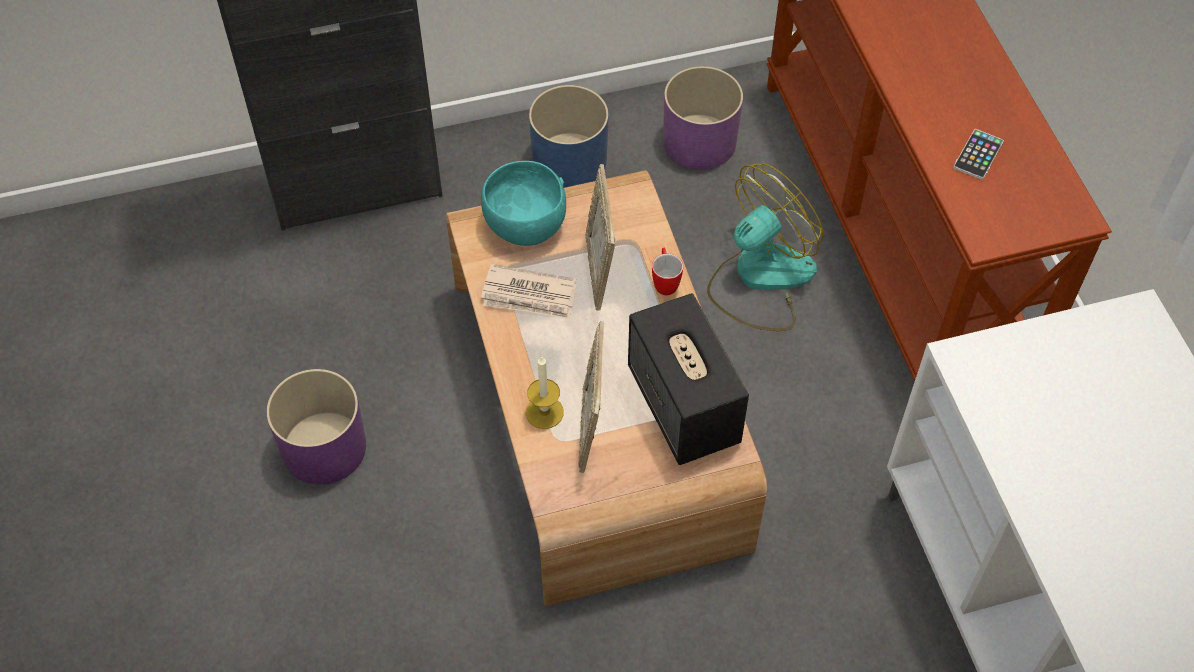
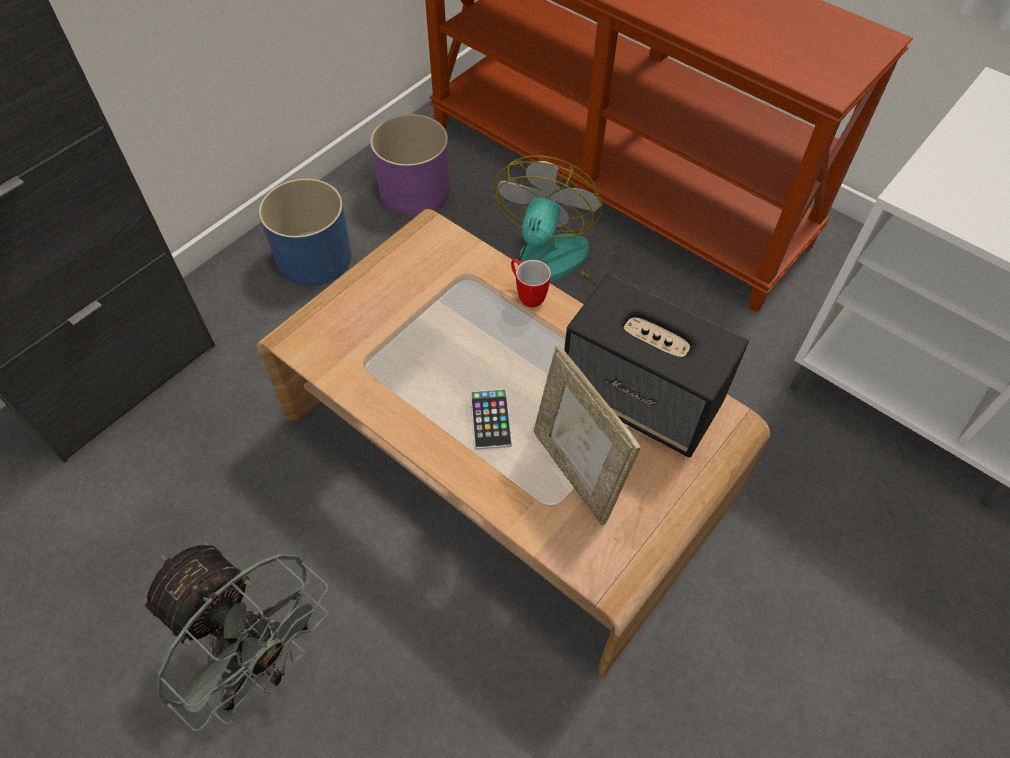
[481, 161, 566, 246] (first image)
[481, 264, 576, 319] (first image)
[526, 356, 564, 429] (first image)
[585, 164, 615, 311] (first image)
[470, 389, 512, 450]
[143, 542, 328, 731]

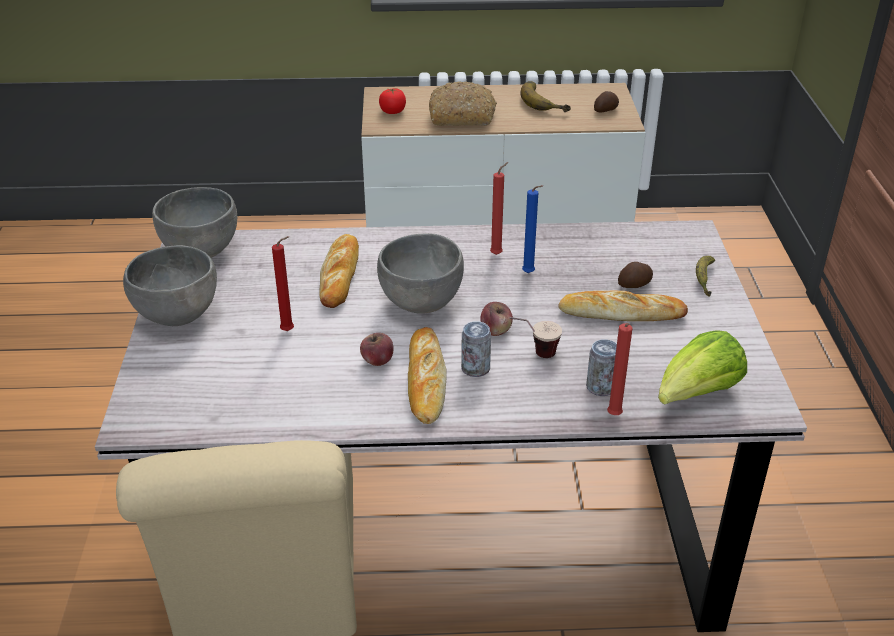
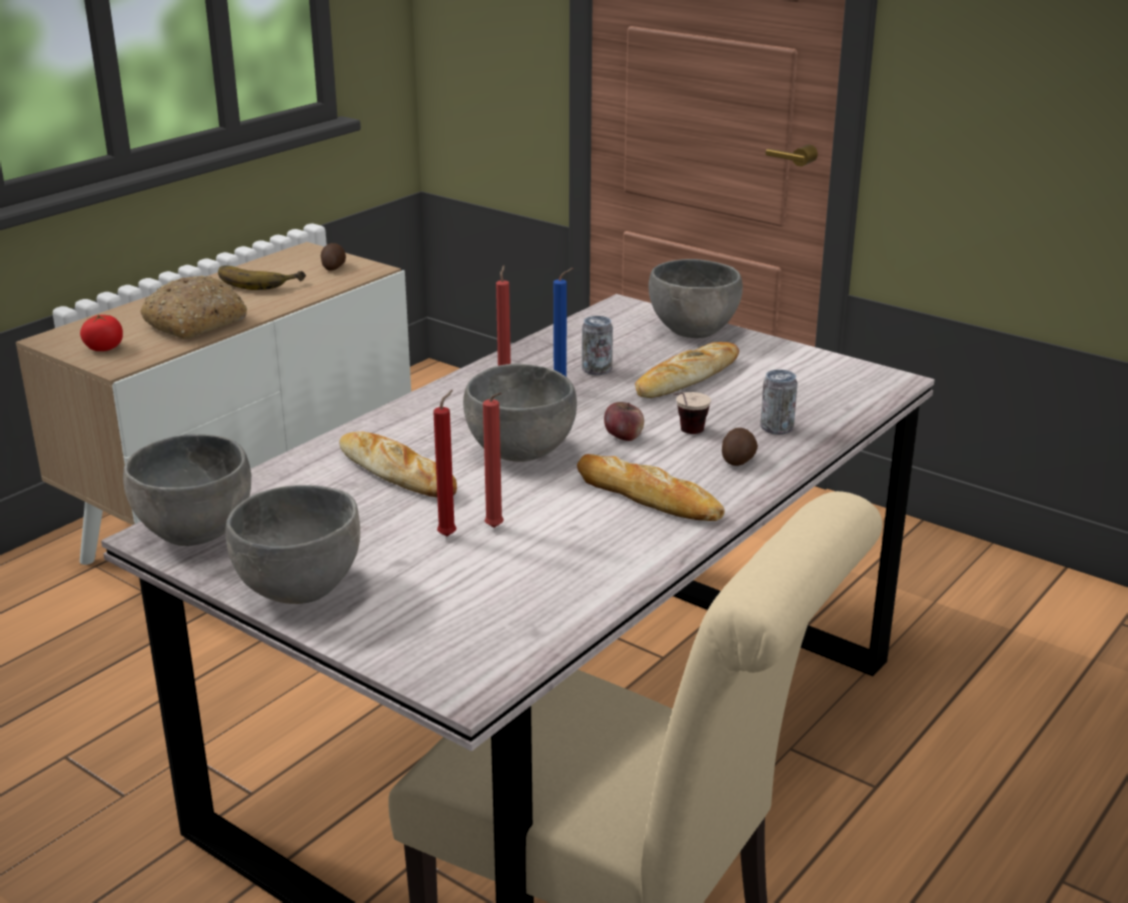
[360, 333, 394, 366] (first image)
[658, 330, 747, 405] (first image)
[582, 316, 613, 375]
[483, 392, 504, 528]
[722, 428, 758, 466]
[649, 259, 743, 338]

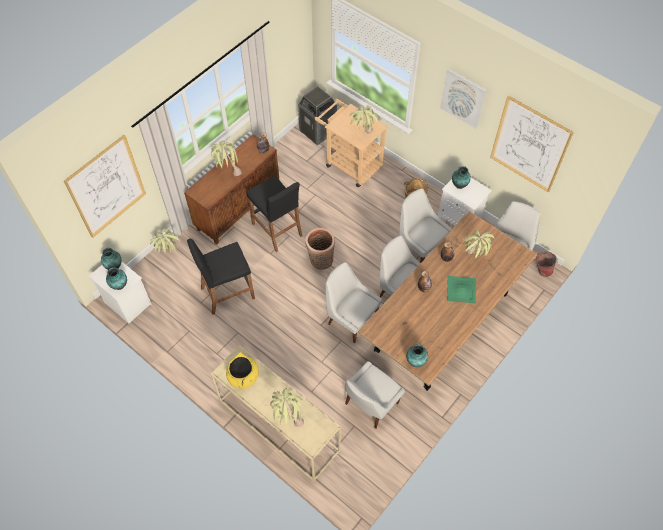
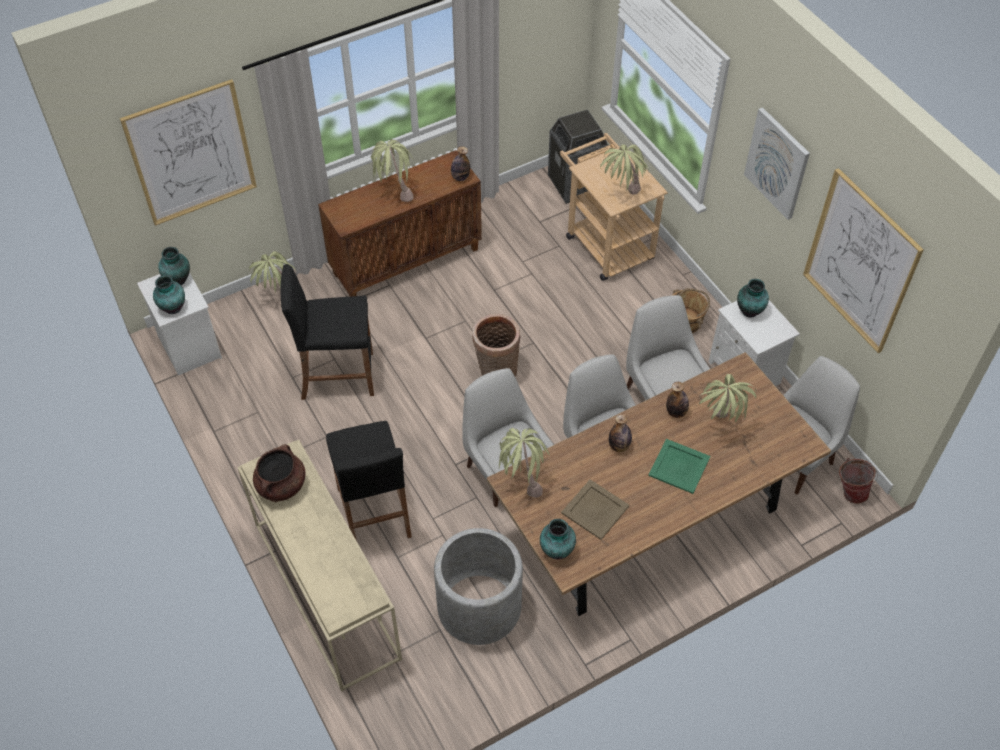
[561, 479, 629, 540]
[326, 421, 412, 541]
[499, 428, 549, 497]
[434, 528, 523, 645]
[253, 444, 306, 502]

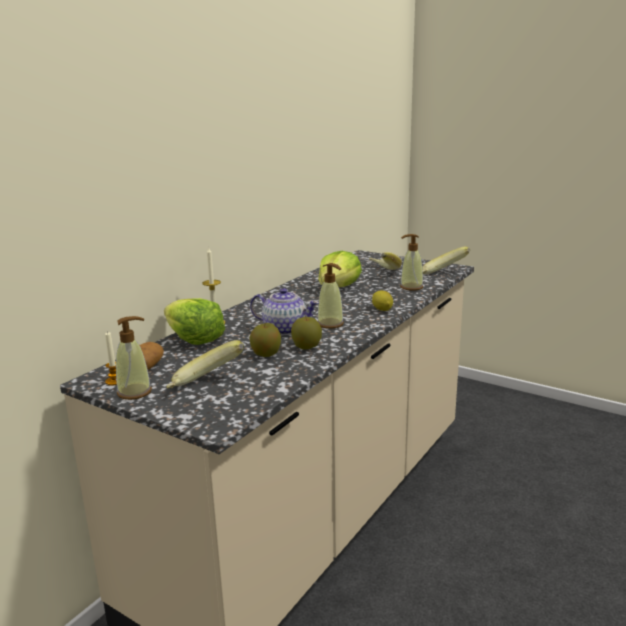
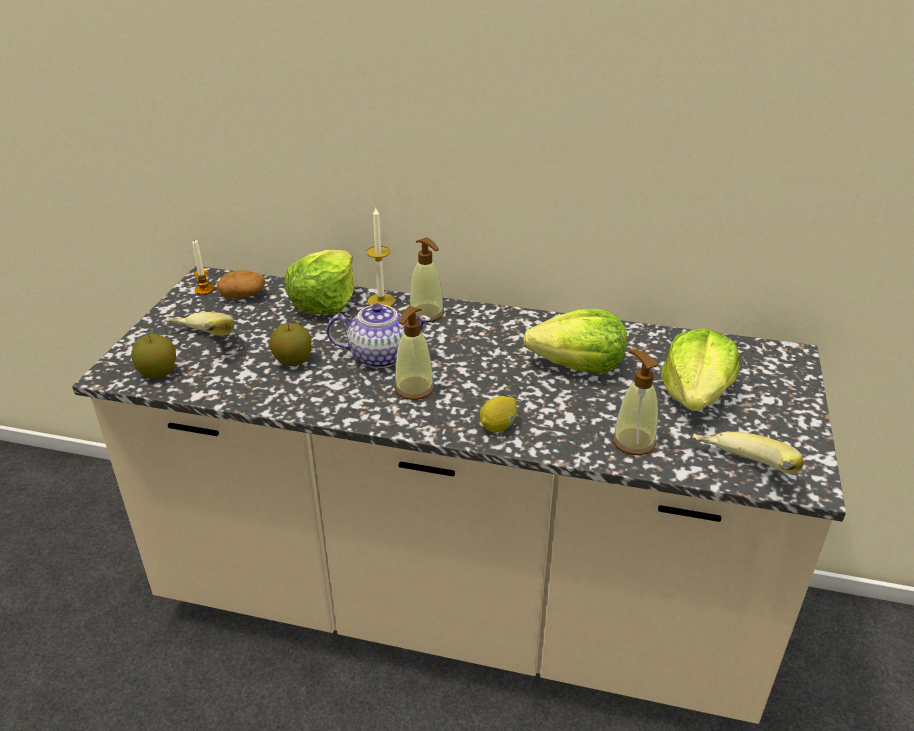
[410, 238, 444, 322]
[131, 334, 176, 378]
[661, 328, 739, 411]
[326, 303, 431, 368]

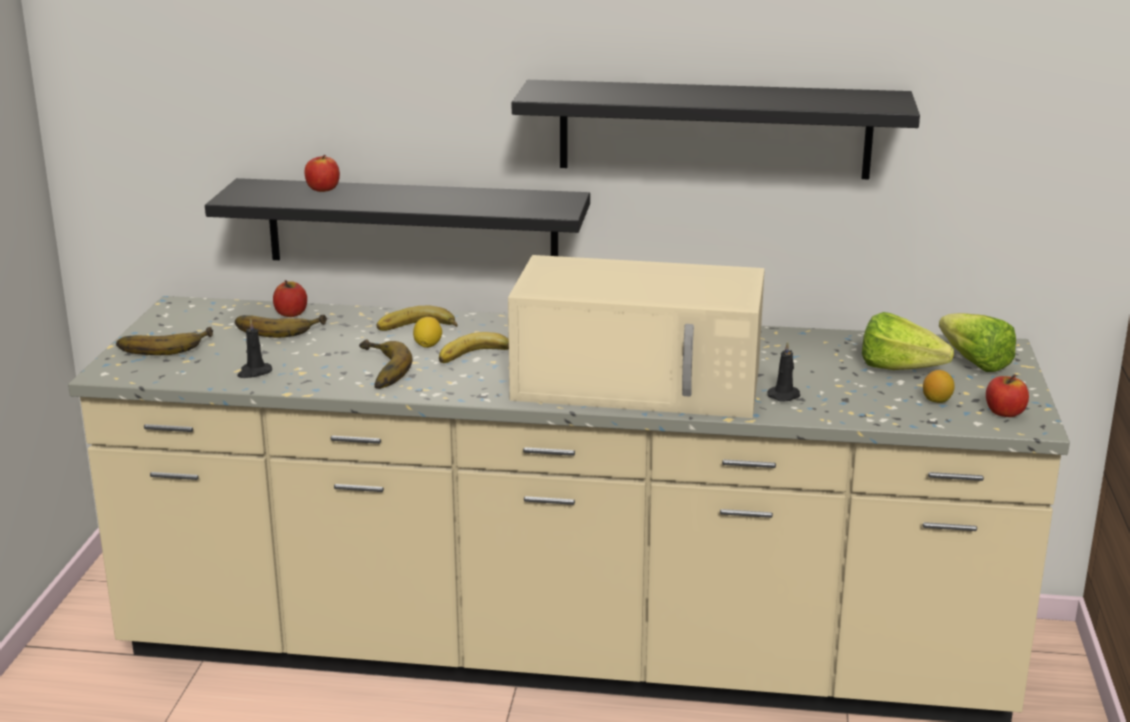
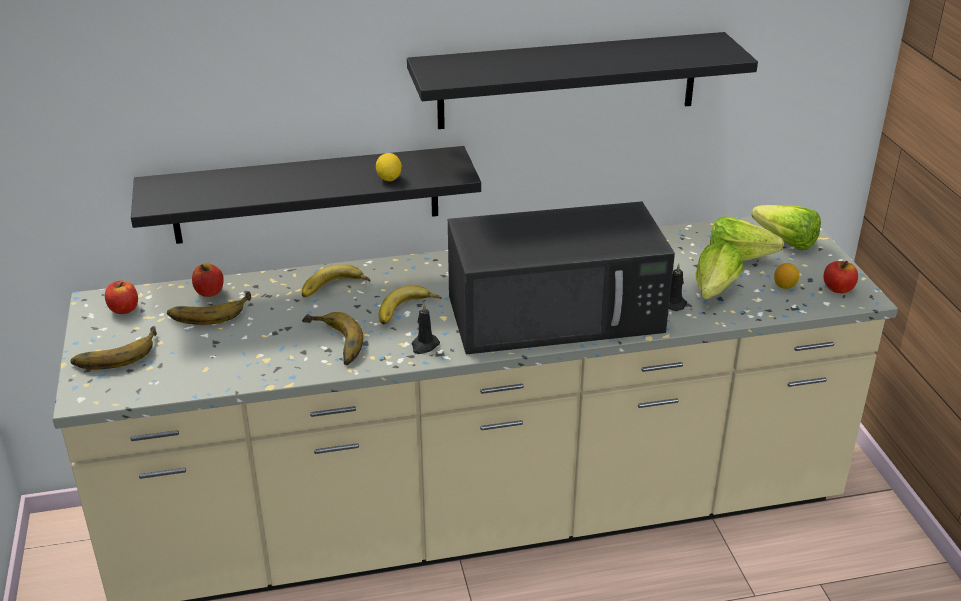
[695, 241, 743, 299]
[412, 303, 440, 354]
[105, 280, 138, 314]
[376, 153, 402, 181]
[448, 201, 675, 354]

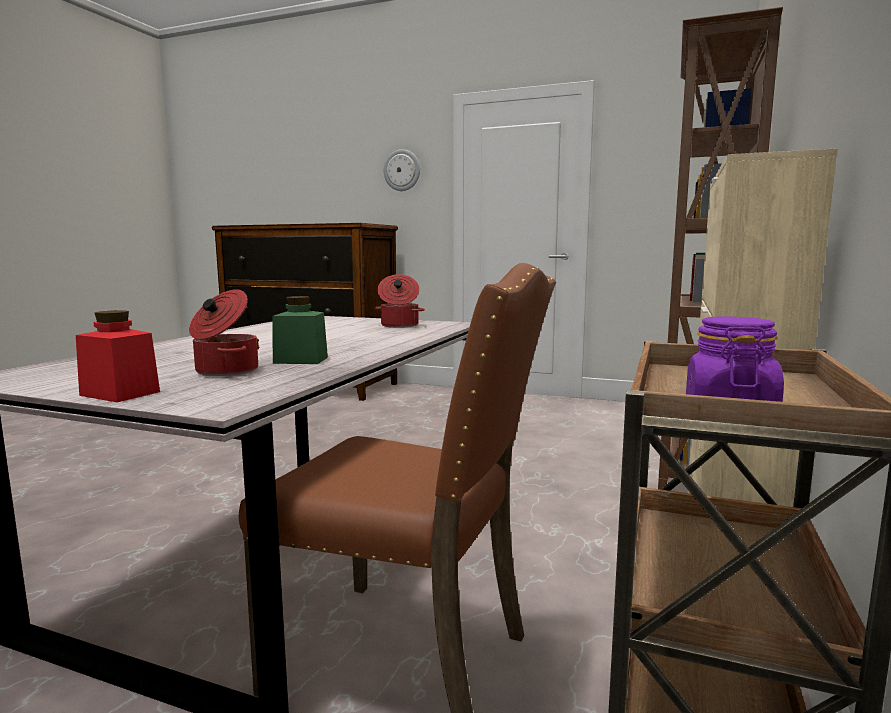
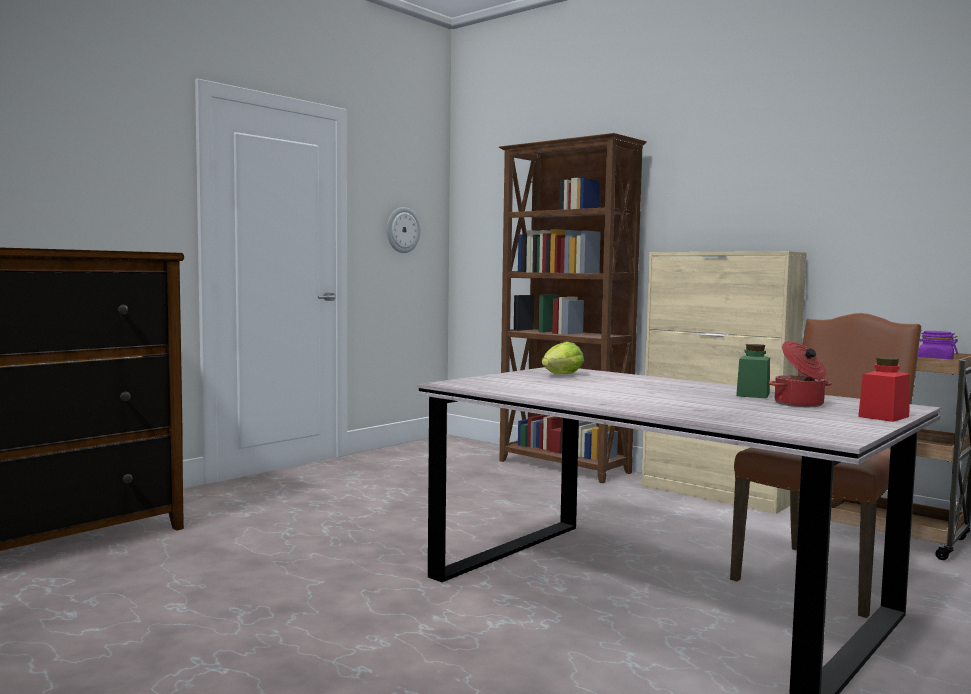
[387, 207, 421, 253]
[542, 342, 584, 374]

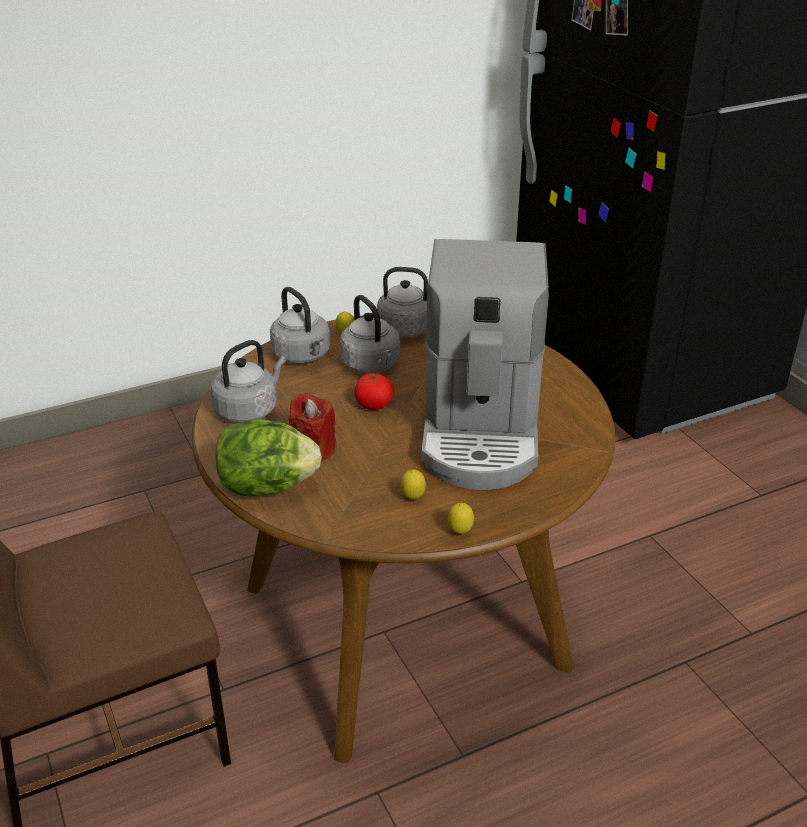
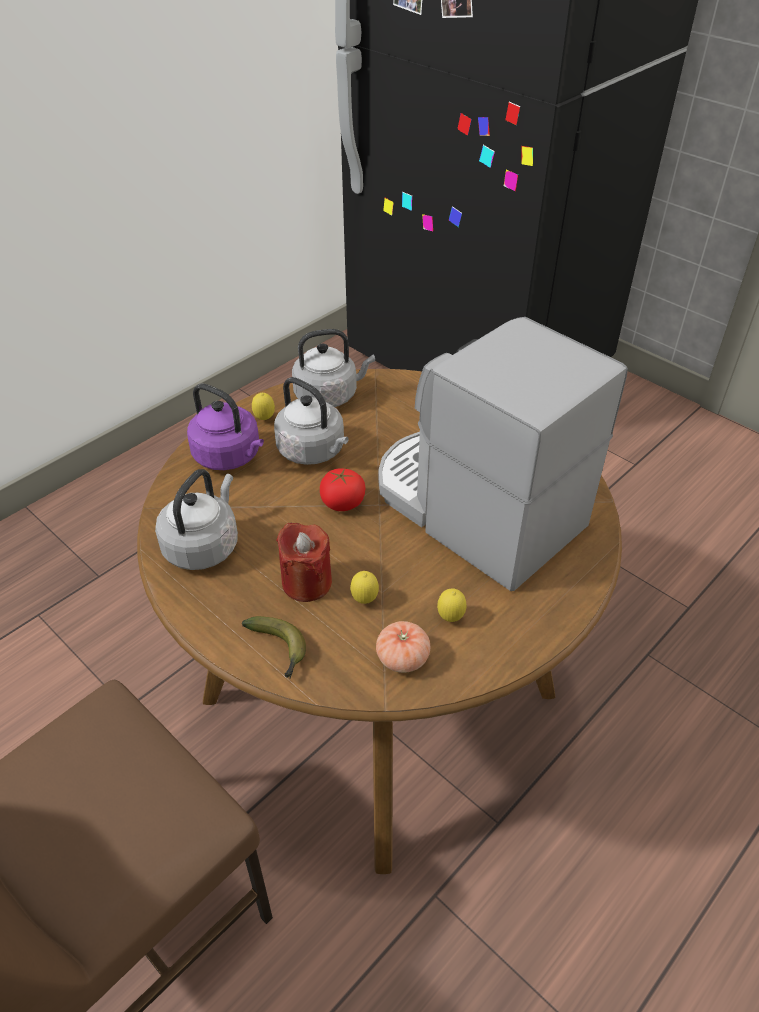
[376, 621, 430, 673]
[350, 571, 379, 604]
[242, 616, 306, 679]
[187, 383, 264, 470]
[379, 317, 628, 591]

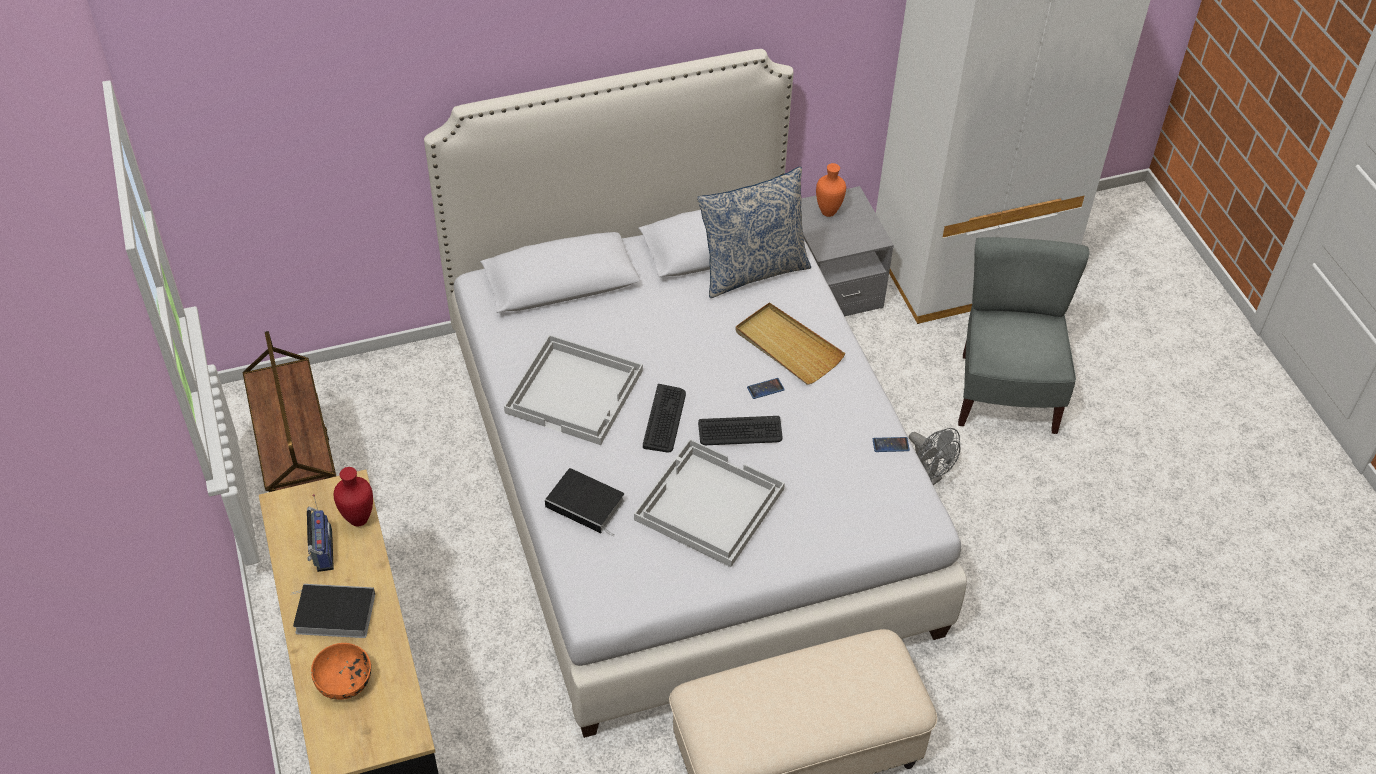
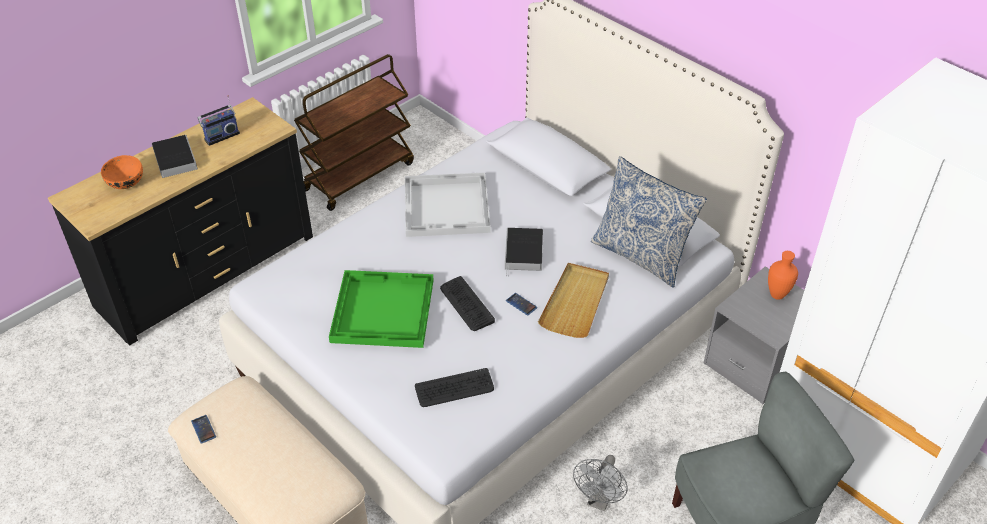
[333, 467, 373, 526] (first image)
[505, 228, 543, 275]
[415, 368, 494, 407]
[191, 415, 216, 444]
[329, 270, 434, 348]

